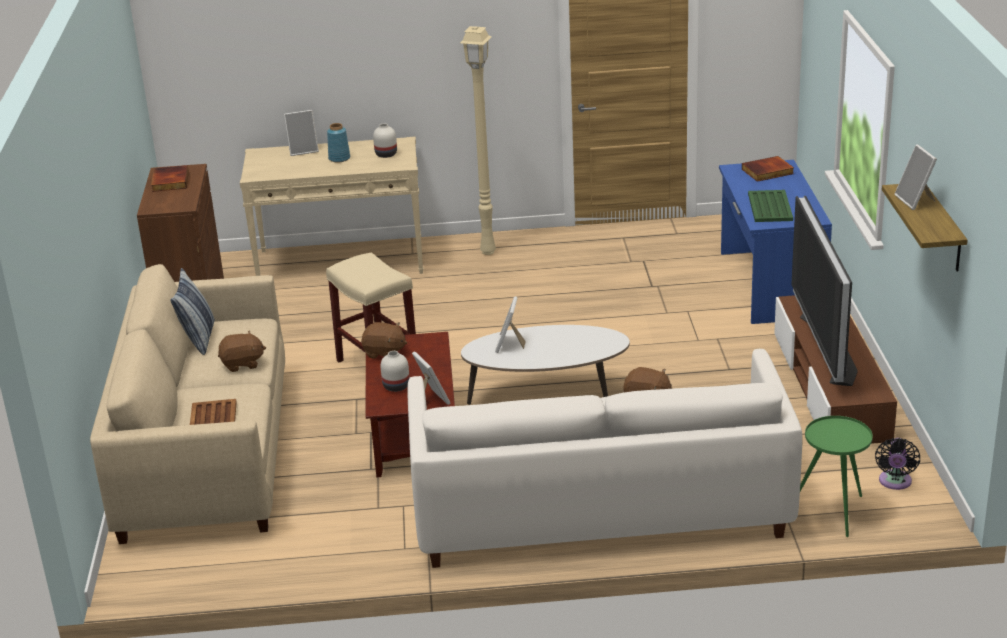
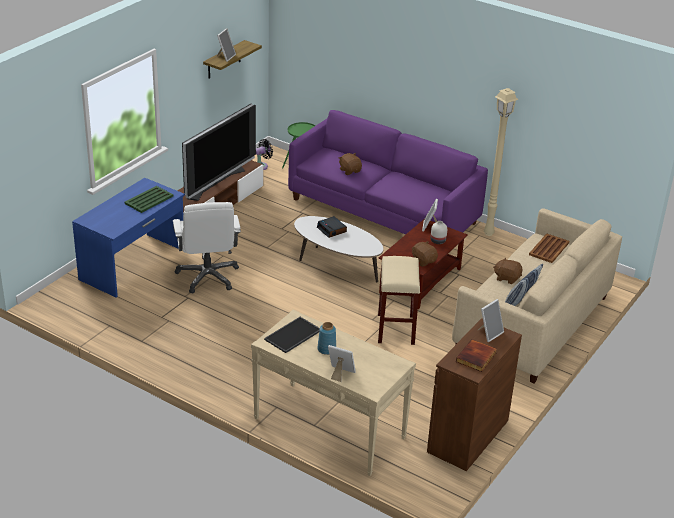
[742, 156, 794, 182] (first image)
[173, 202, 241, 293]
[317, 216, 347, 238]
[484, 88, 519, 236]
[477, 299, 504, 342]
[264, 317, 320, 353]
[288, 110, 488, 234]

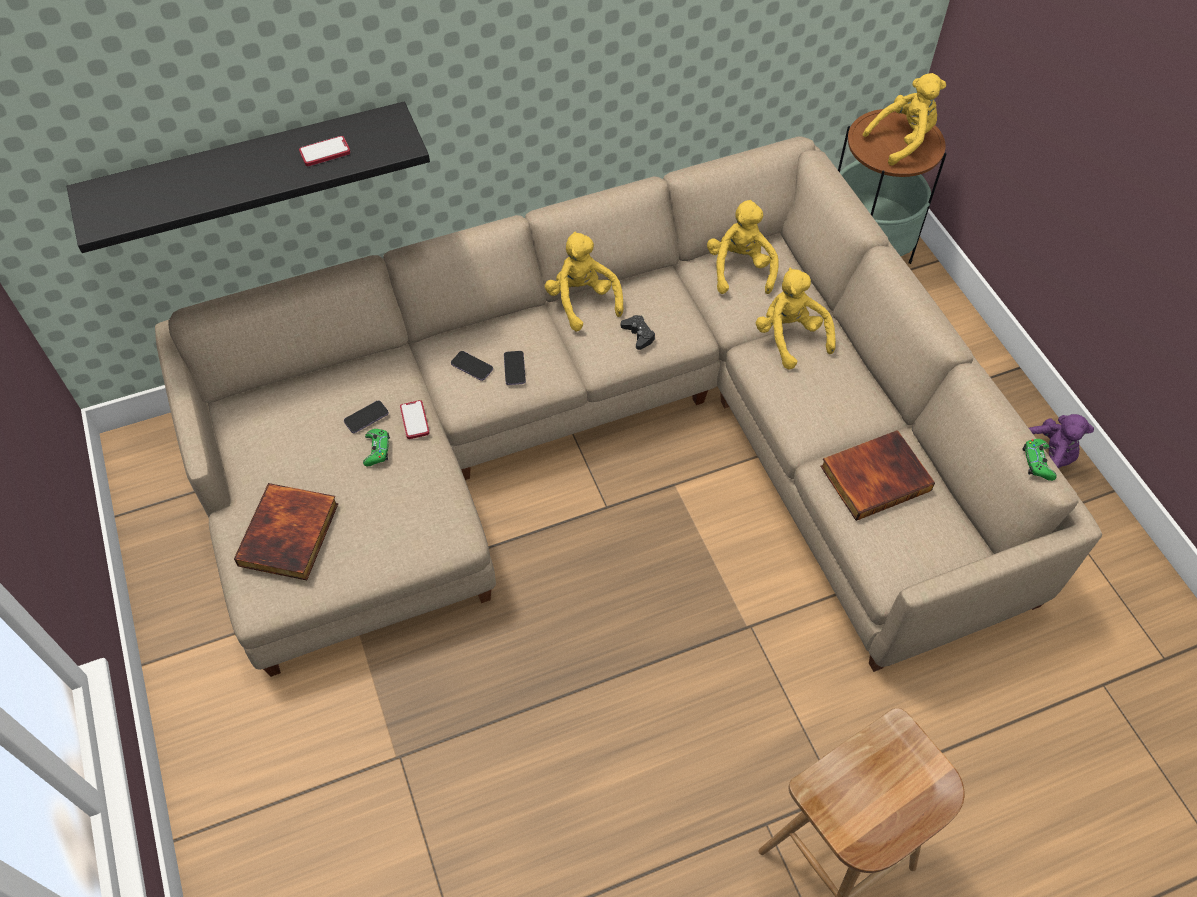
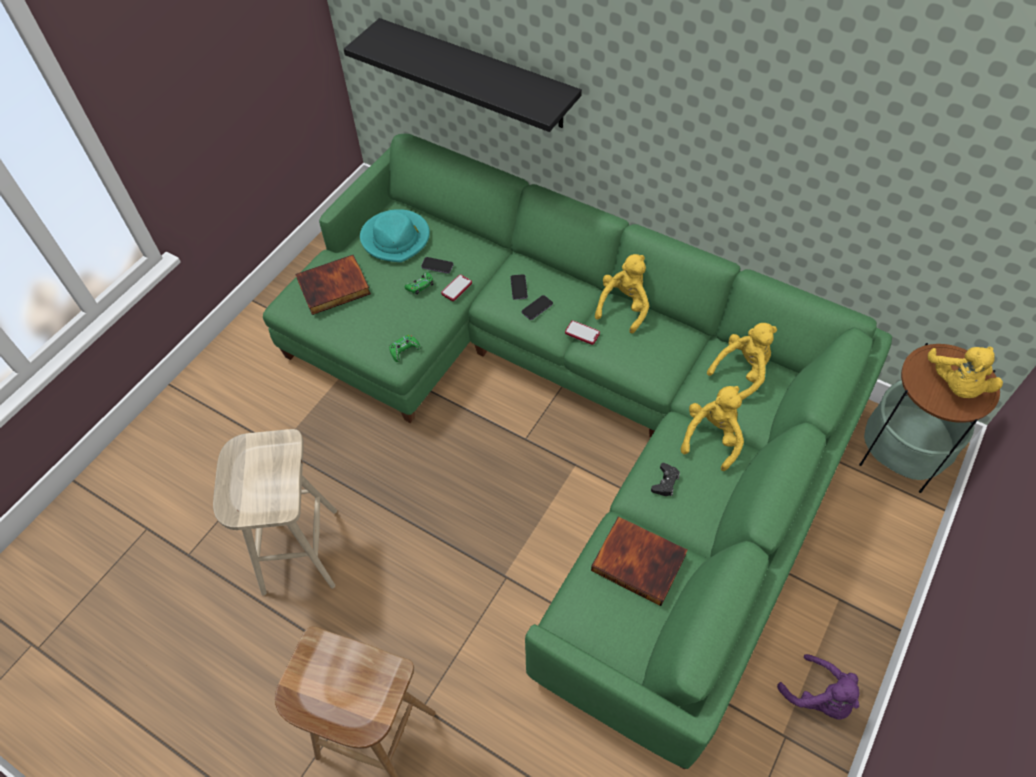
[213, 429, 337, 596]
[360, 209, 430, 262]
[565, 321, 600, 345]
[651, 463, 680, 496]
[389, 335, 421, 362]
[263, 133, 892, 769]
[928, 347, 1003, 398]

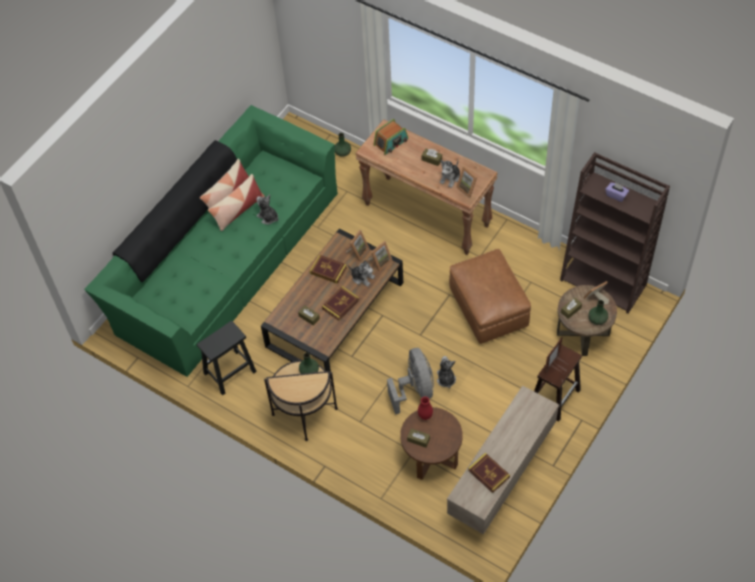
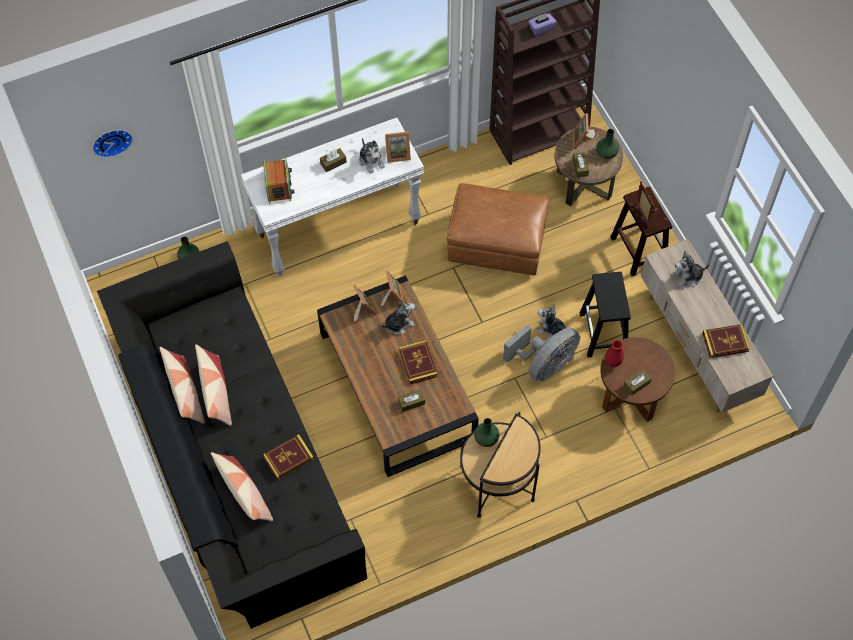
[92, 130, 133, 158]
[211, 452, 273, 521]
[580, 272, 631, 357]
[672, 251, 709, 287]
[263, 434, 314, 480]
[97, 241, 367, 629]
[240, 117, 424, 277]
[503, 324, 580, 382]

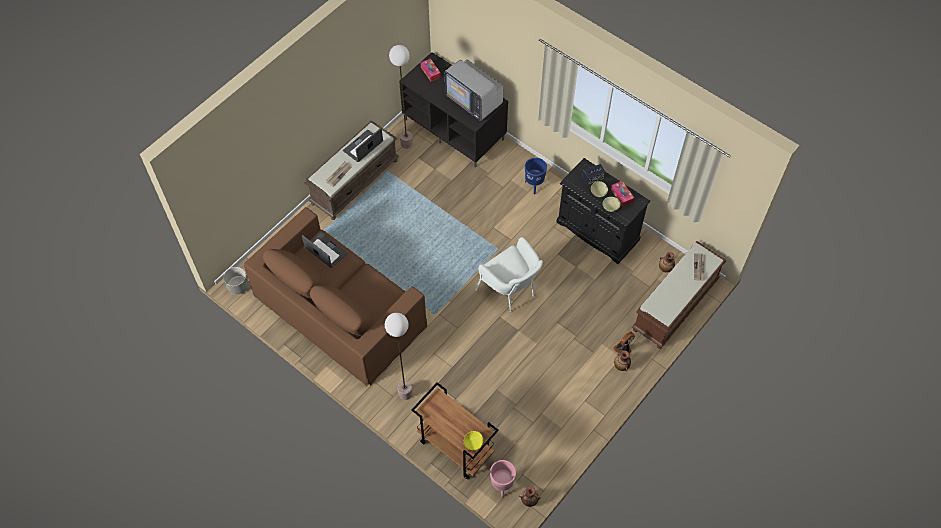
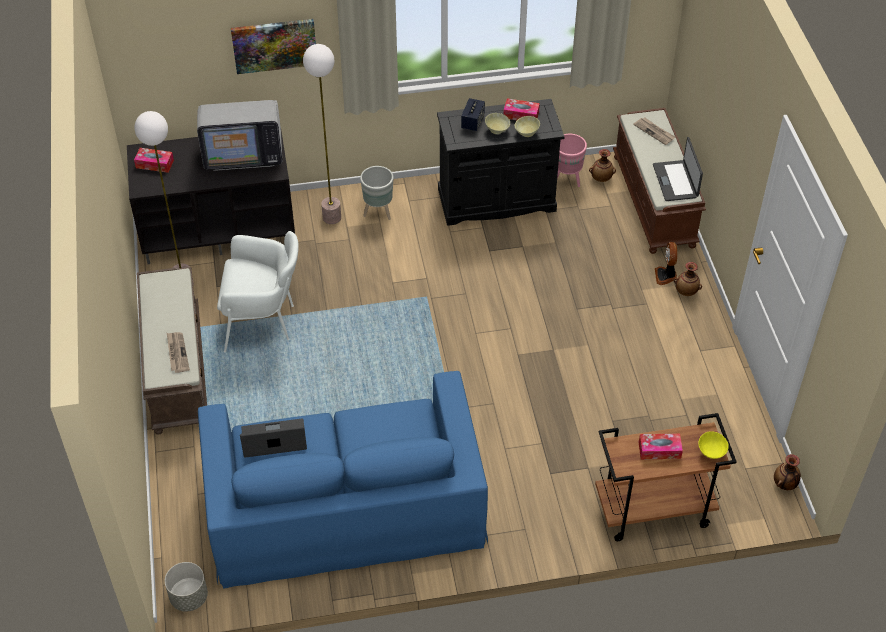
[231, 19, 316, 74]
[639, 434, 683, 459]
[653, 137, 703, 201]
[303, 44, 341, 224]
[217, 231, 299, 352]
[557, 134, 587, 187]
[198, 371, 488, 589]
[360, 166, 394, 220]

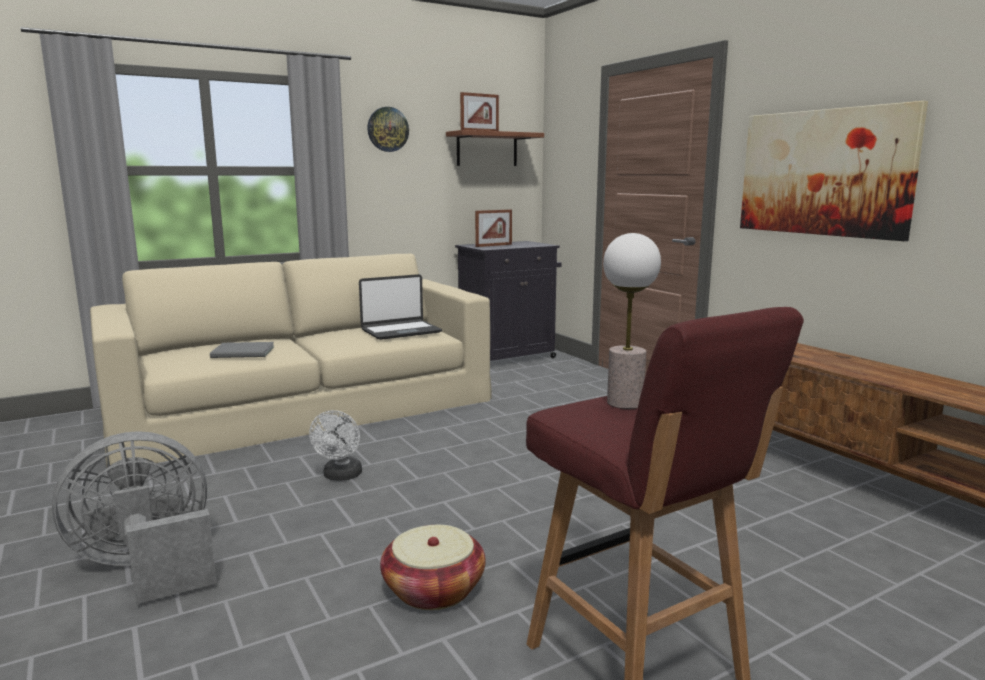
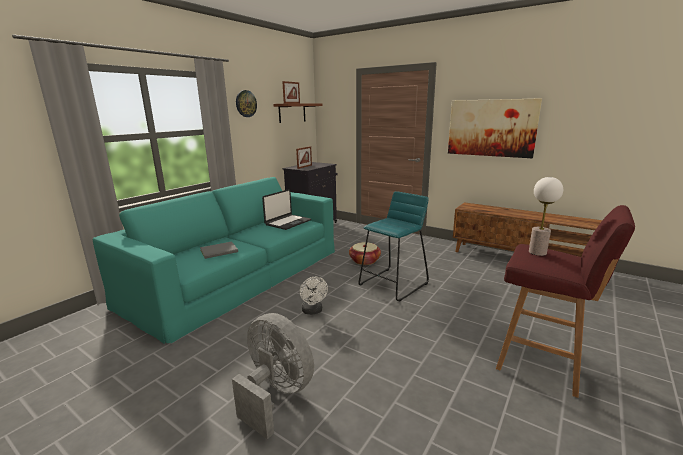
[358, 191, 429, 302]
[349, 242, 381, 265]
[93, 177, 335, 344]
[232, 313, 314, 440]

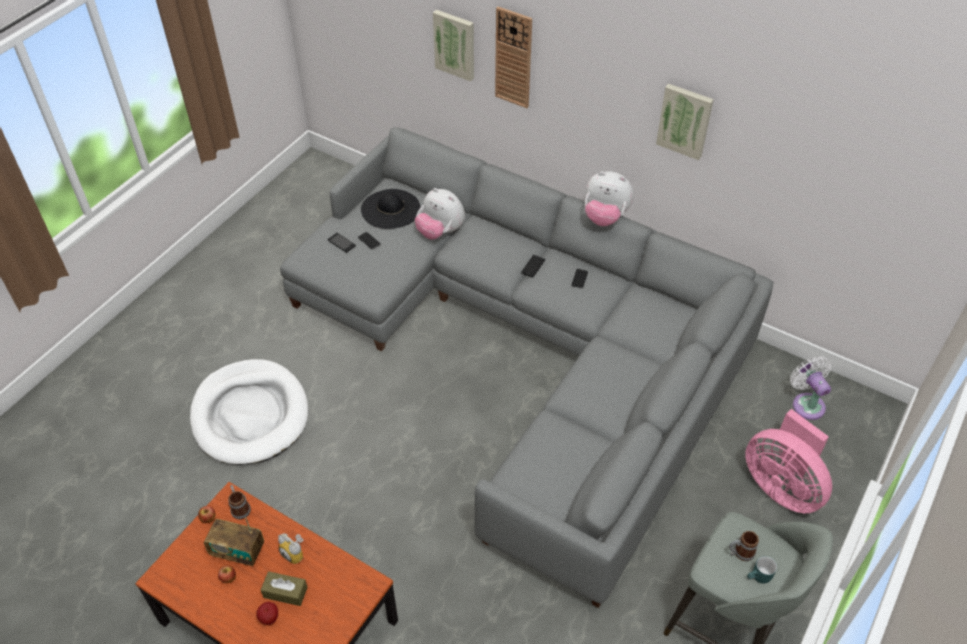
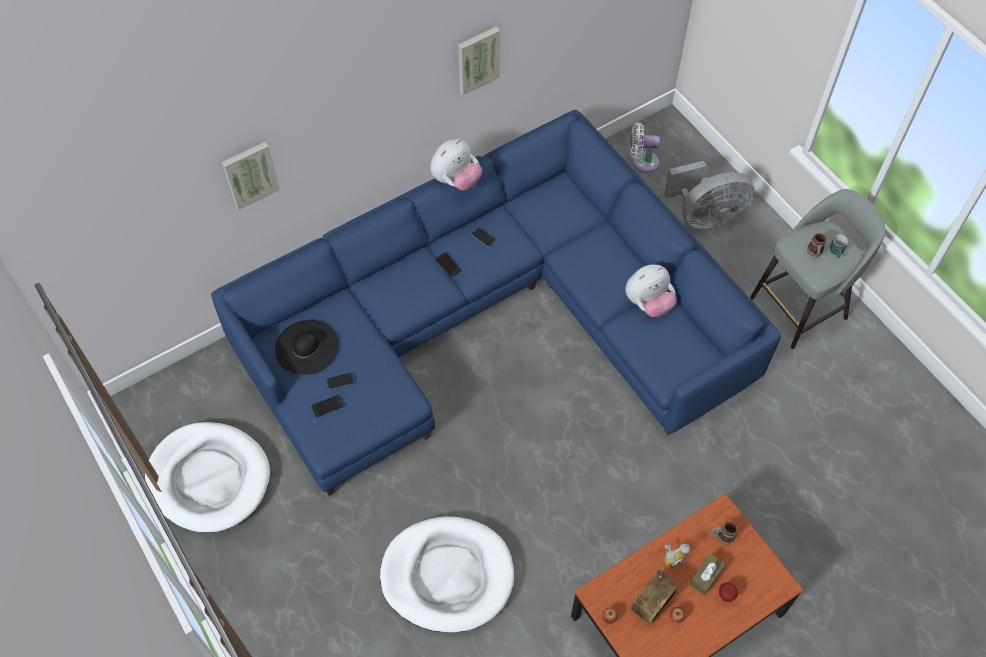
[495, 7, 532, 108] (first image)
[145, 422, 270, 533]
[712, 521, 738, 545]
[625, 265, 677, 317]
[211, 110, 781, 496]
[664, 161, 755, 229]

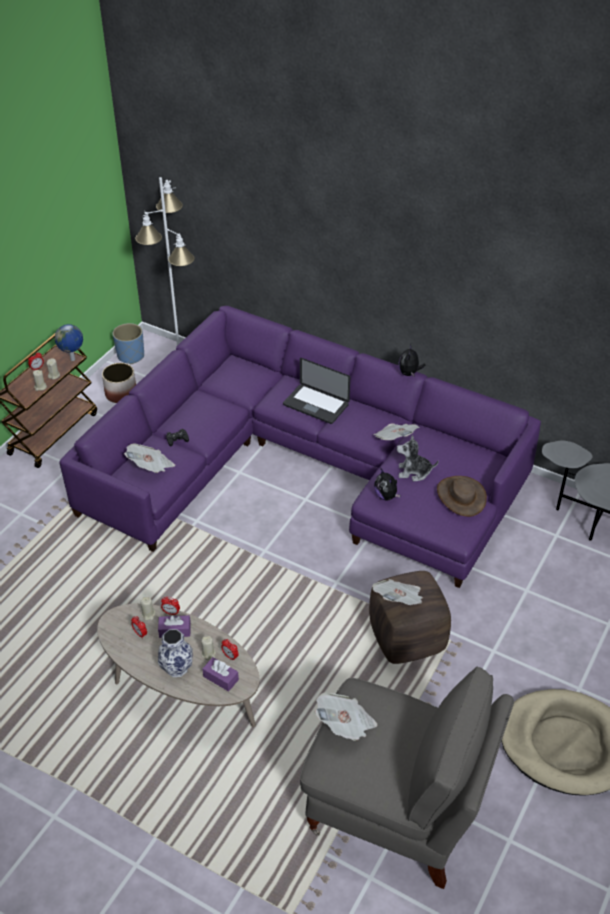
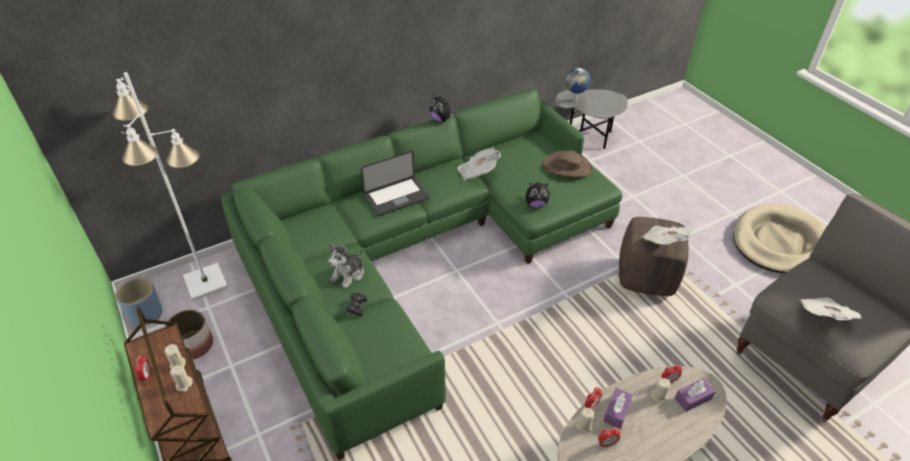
[124, 443, 175, 473] (first image)
[158, 629, 193, 677] (first image)
[565, 68, 591, 103]
[328, 243, 364, 288]
[221, 89, 622, 460]

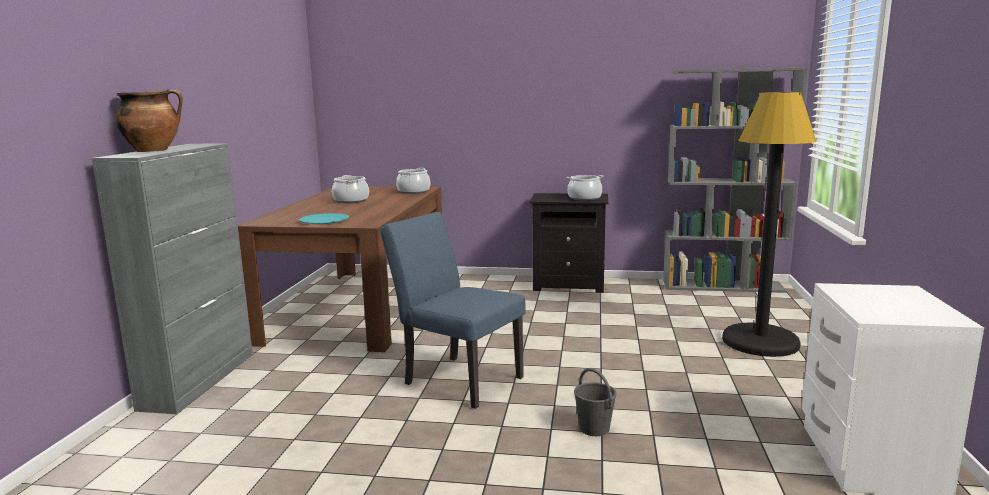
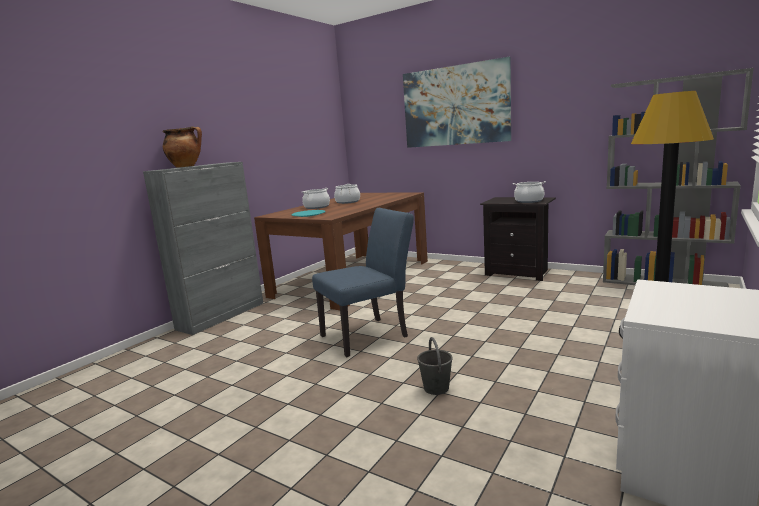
[403, 57, 511, 148]
[302, 188, 330, 209]
[312, 208, 414, 357]

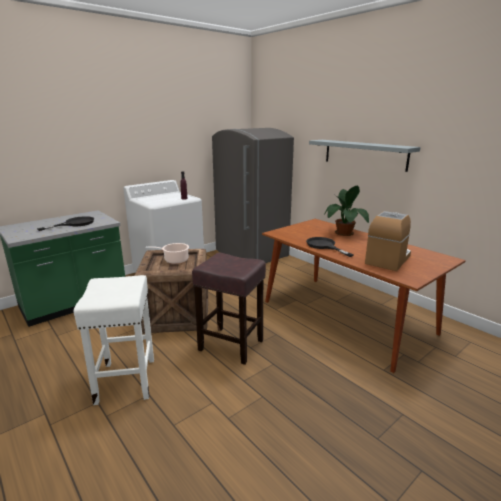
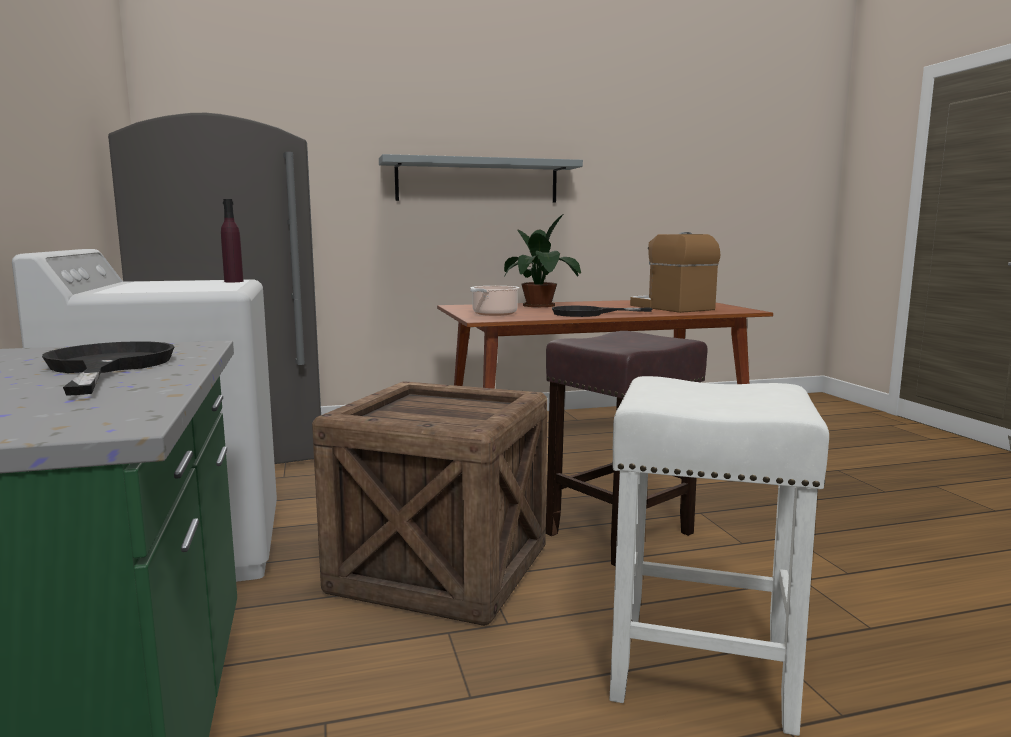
[471, 286, 520, 316]

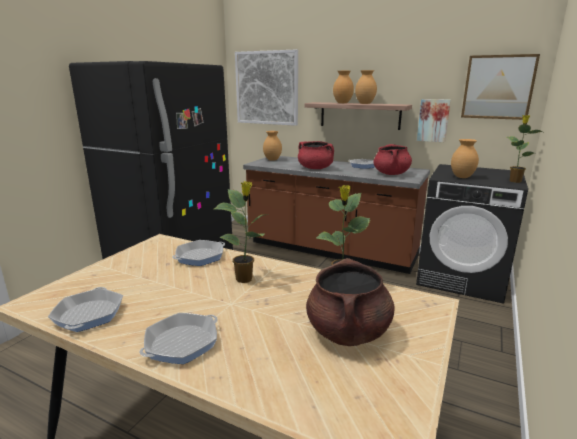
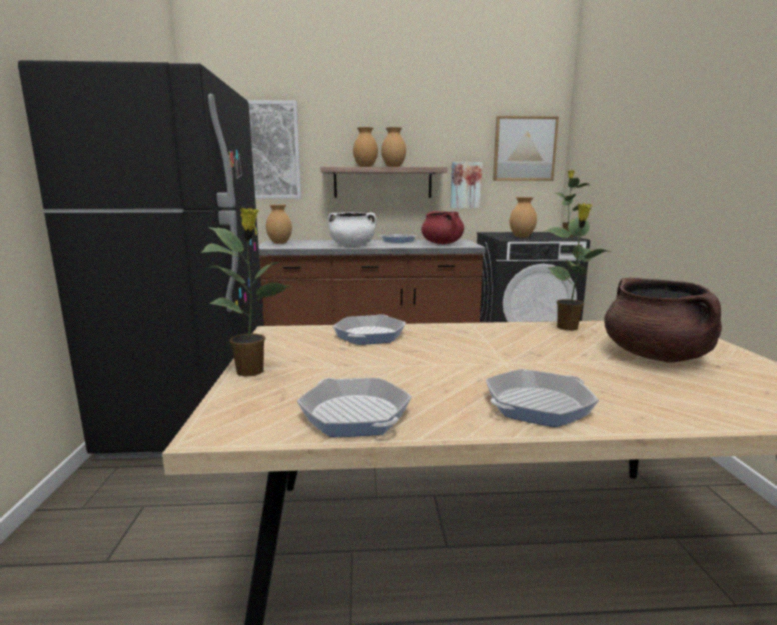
[201, 208, 293, 377]
[328, 212, 377, 246]
[486, 369, 599, 427]

